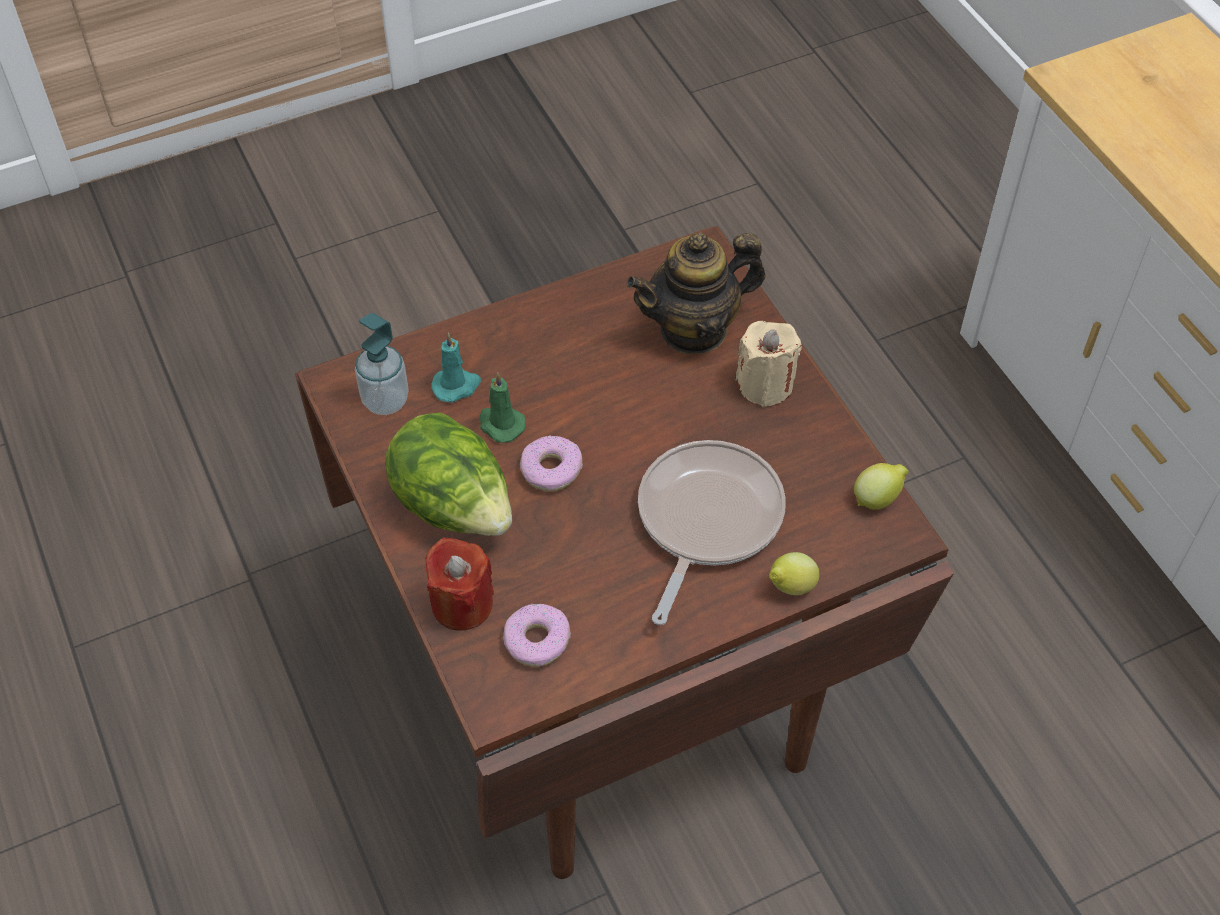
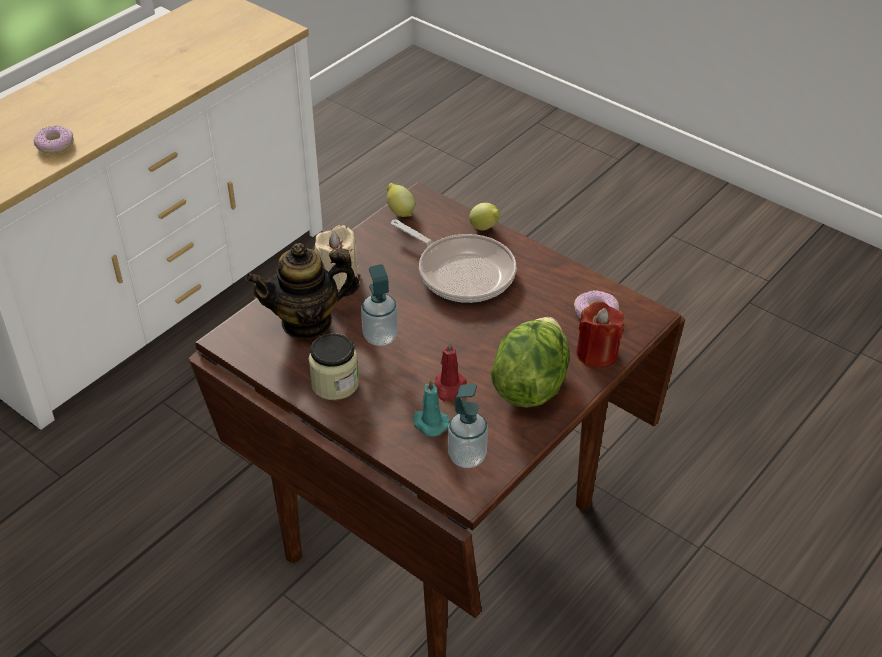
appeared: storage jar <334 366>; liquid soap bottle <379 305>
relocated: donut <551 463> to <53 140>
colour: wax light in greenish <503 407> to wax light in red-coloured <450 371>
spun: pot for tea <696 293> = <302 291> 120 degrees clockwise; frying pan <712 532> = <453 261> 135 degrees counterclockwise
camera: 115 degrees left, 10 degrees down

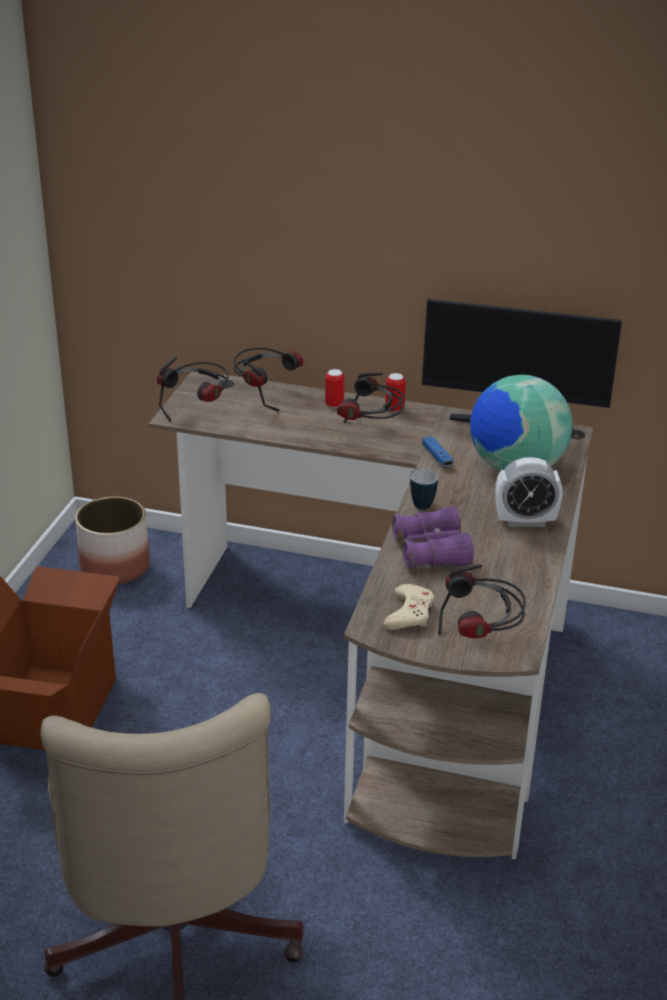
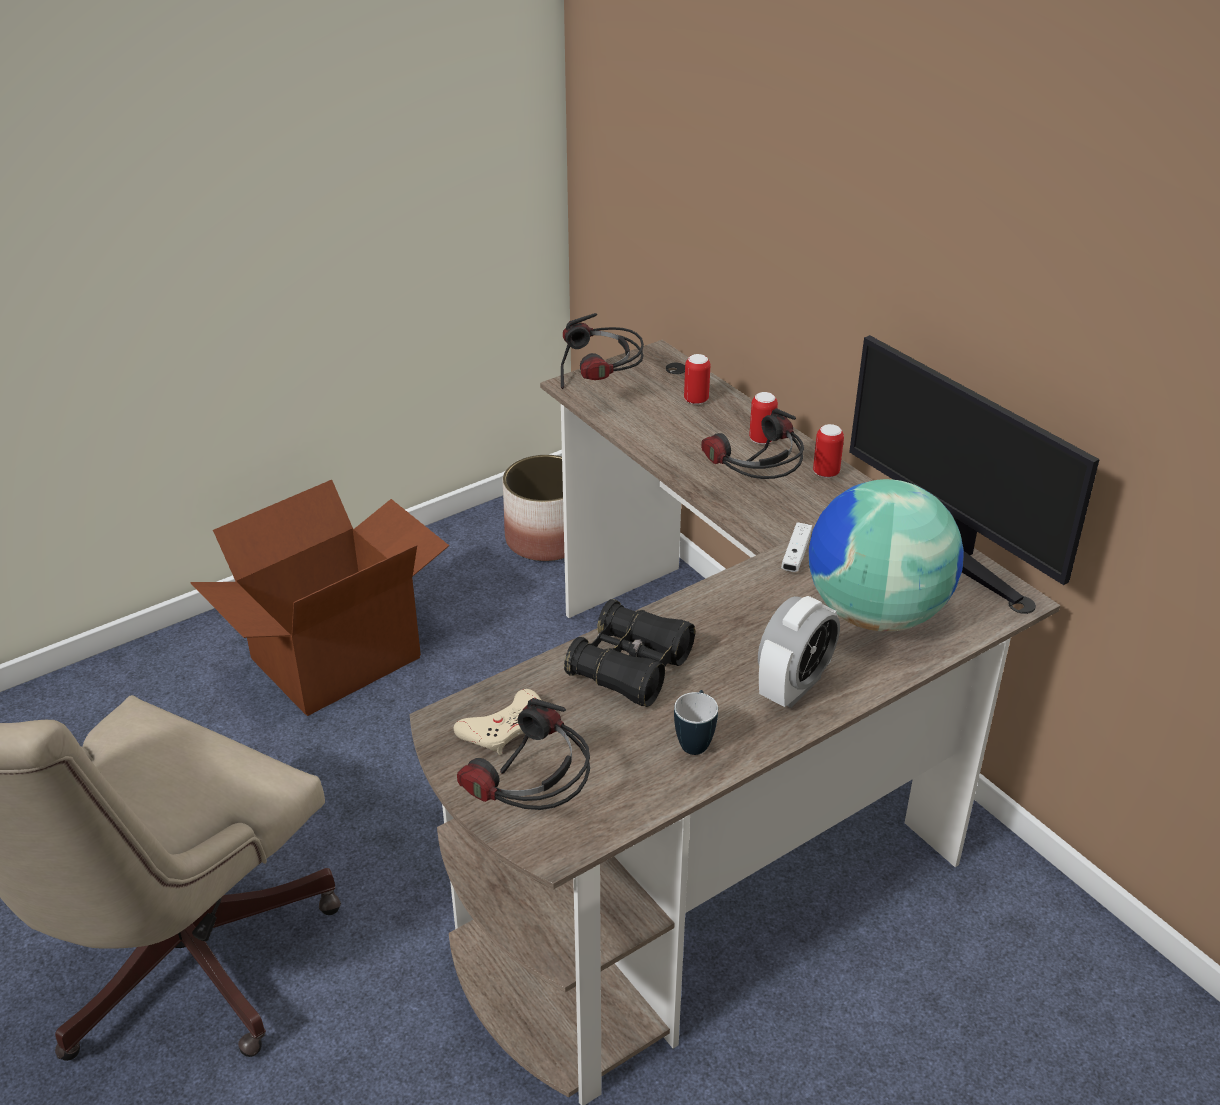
relocated: tea mug <424 490> to <696 722>
exchanged: pair of headphones <268 379> to metal can <697 379>
colour: field glasses in purple-coloured <433 538> to field glasses in blackish <629 653>; game controller in blue <438 451> to game controller in whitish <796 547>
spun: bedside clock <529 492> = <799 652> 90 degrees counterclockwise
camera: 40 degrees right, 5 degrees up

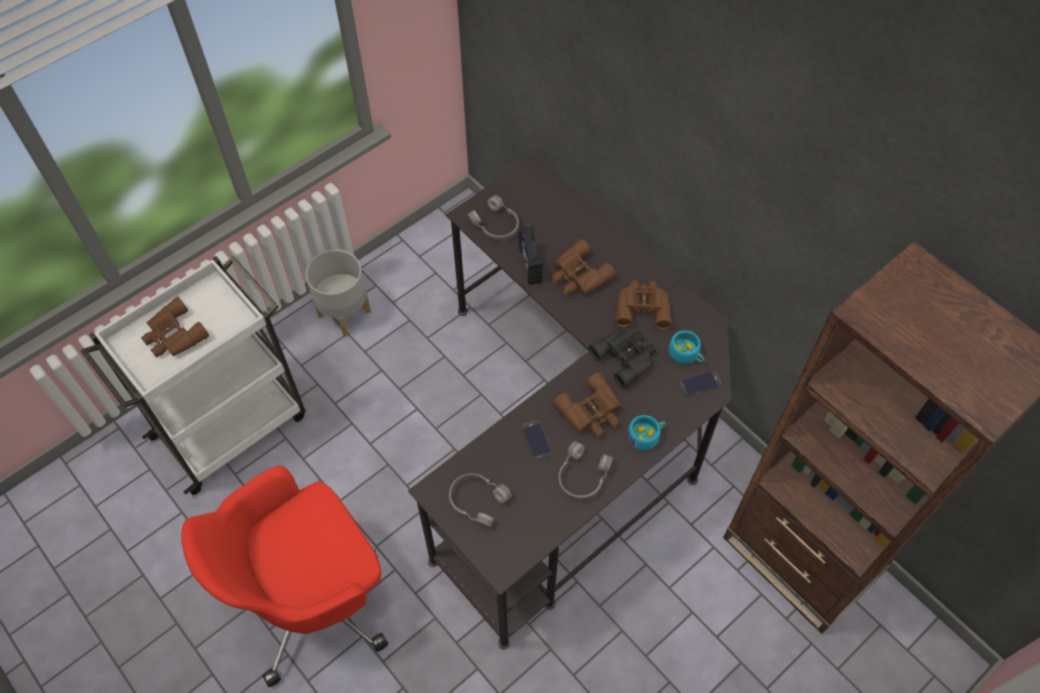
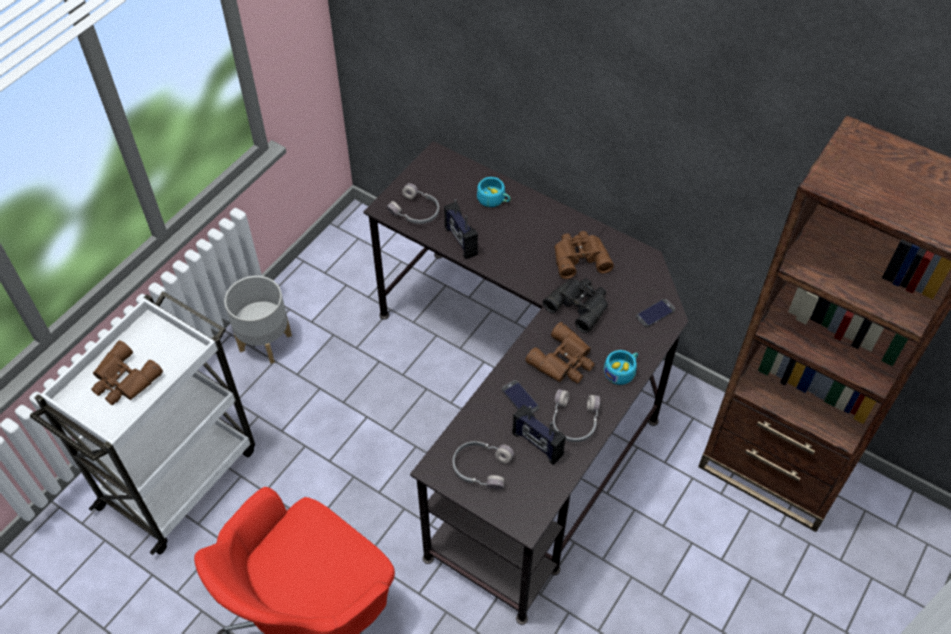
missing: field glasses in brown <583 267>
appeared: radio set <539 435>
relocated: cup in blue-green <686 347> to <494 192>
camera: 15 degrees left, 5 degrees down

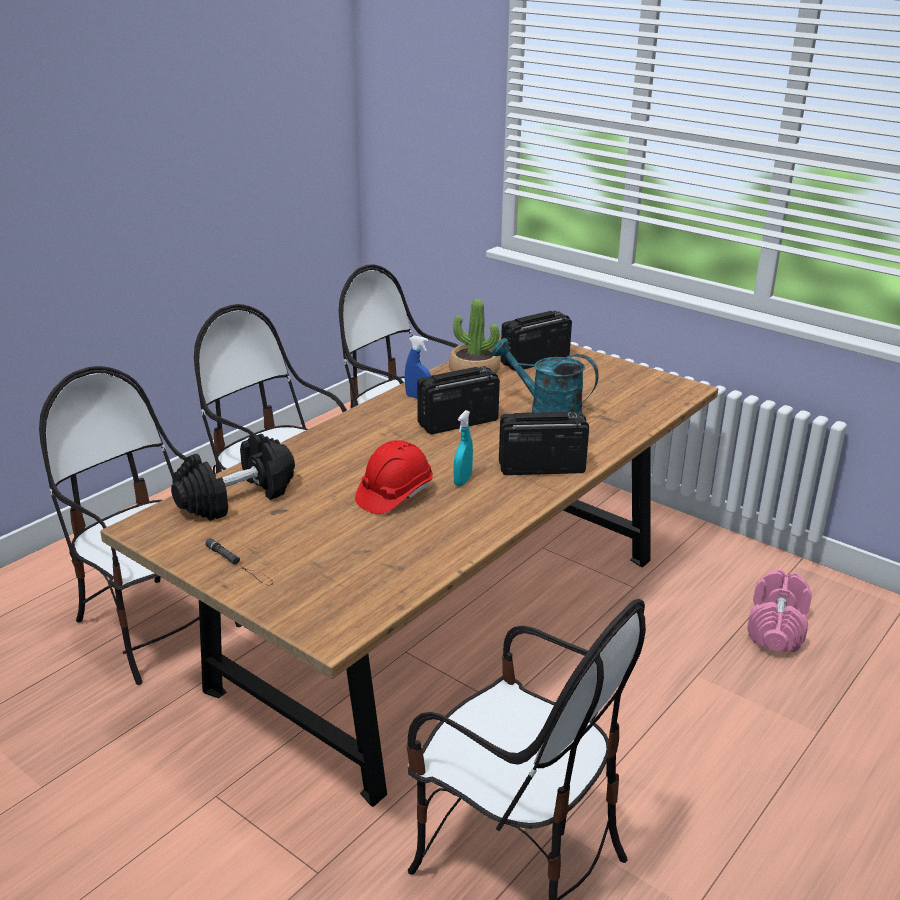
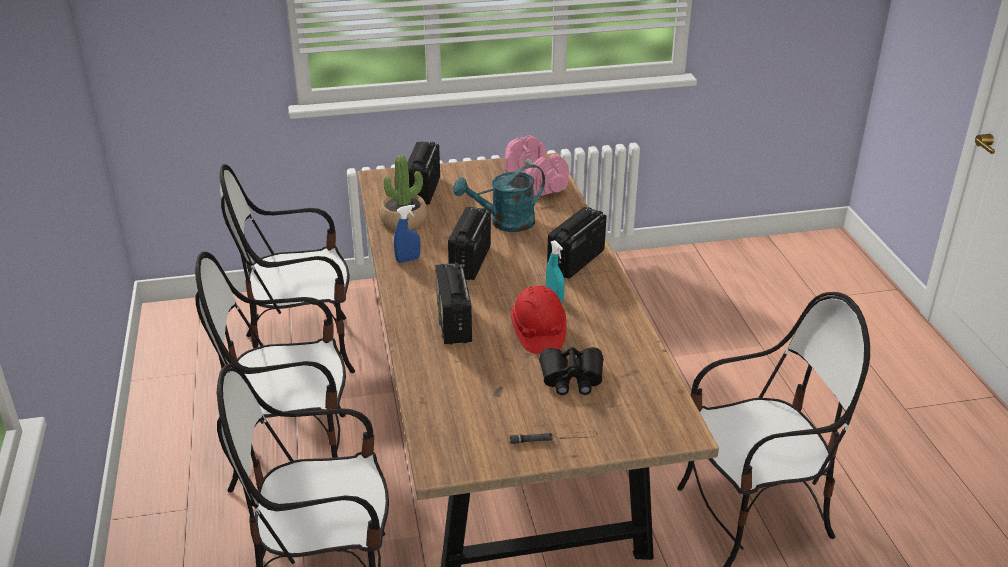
missing: dumbbell in blackish <233 477>
appeared: radio set <454 303>; field glasses in blackish <571 371>
relocated: dumbbell in pink <779 611> to <537 165>
camera: 50 degrees left, 5 degrees up

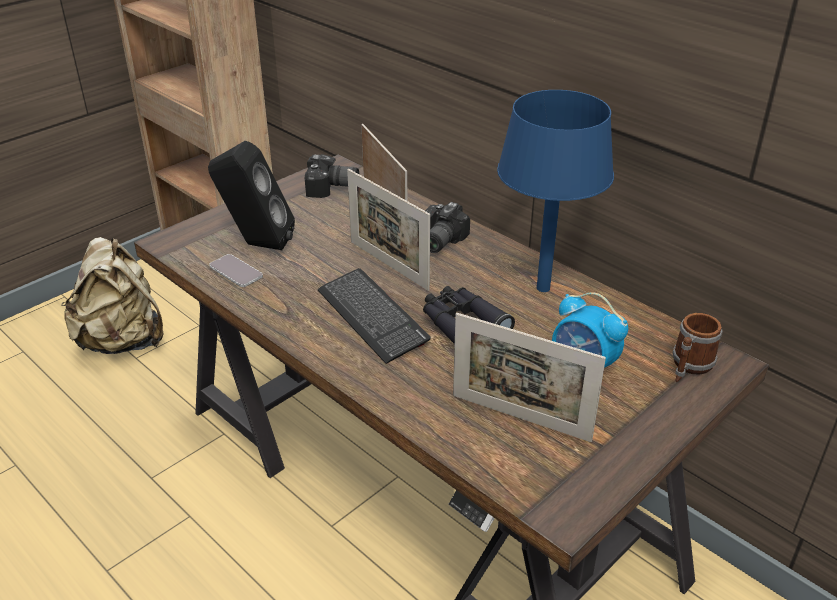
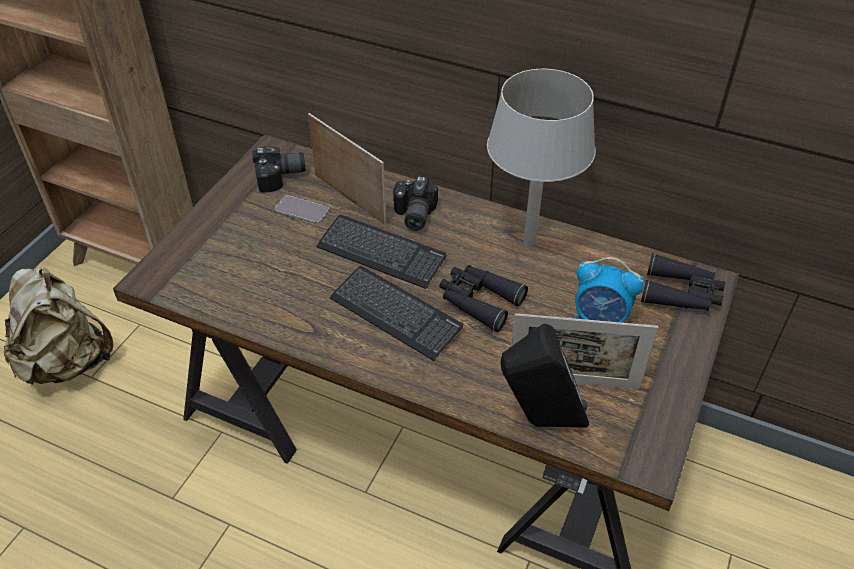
relocated: speaker in blackish <251 195> to <545 376>; phone <236 270> to <302 209>
exchanged: photo frame <388 230> to PC keyboard <381 252>; tea mug <698 347> to field glasses in blackish <683 282>
colour: tabletop lamp in blue <555 191> to tabletop lamp in greyish <541 158>
camera: 20 degrees left, 10 degrees up

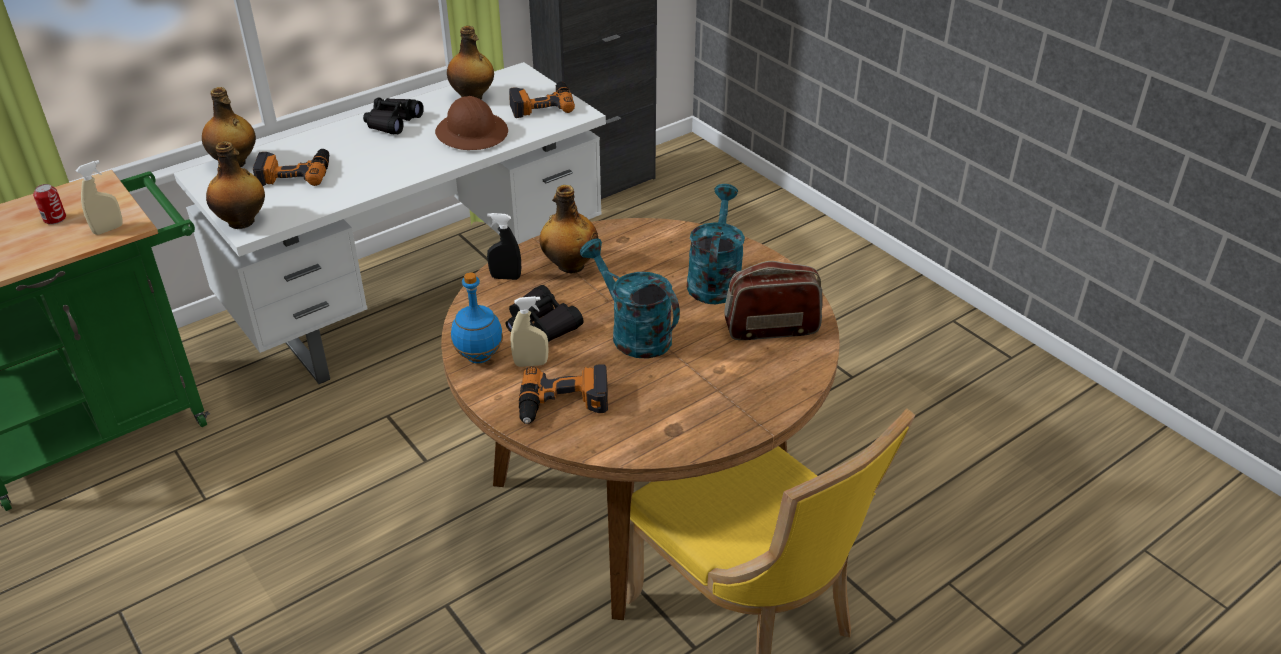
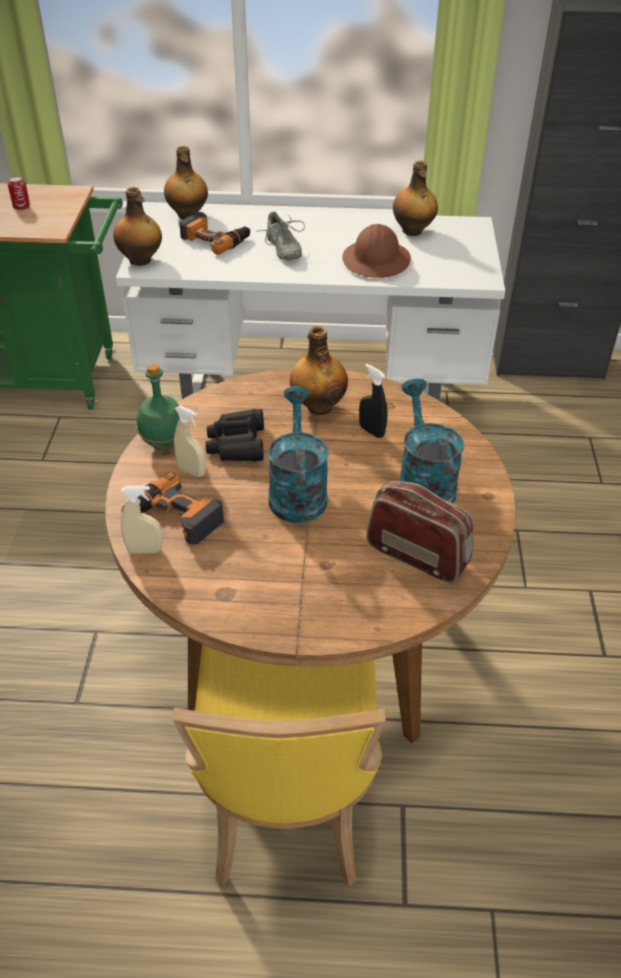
missing: field glasses in blackish <393 116>; drill <542 99>
appeared: low shoe in greyish <281 235>
relocated: spray bottle in sand-coloured <99 197> to <142 519>; spray bottle in blackish <504 246> to <373 401>
colour: drink bottle in blue <477 317> to drink bottle in greenish <158 407>
spun: watering can in blue-green <716 244> = <431 441> 60 degrees counterclockwise
camera: 40 degrees right, 5 degrees up

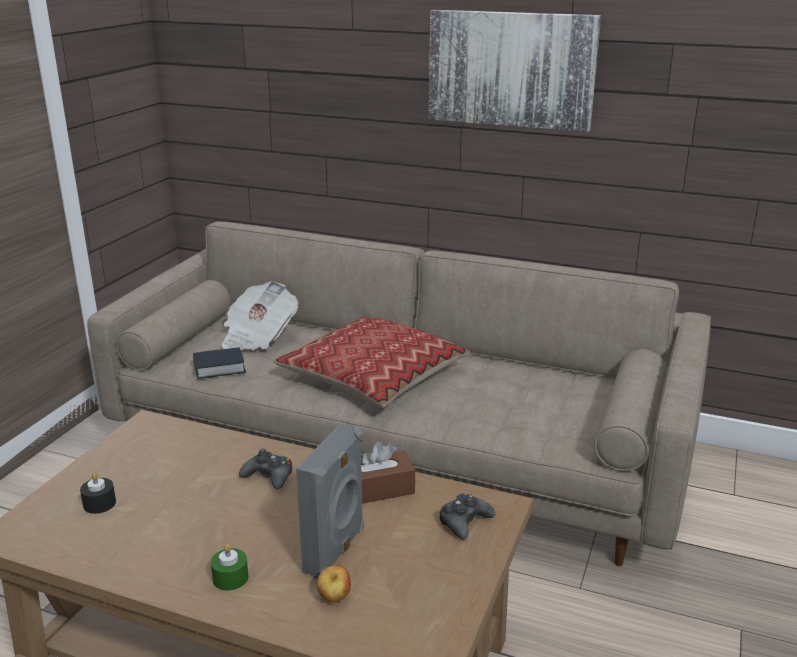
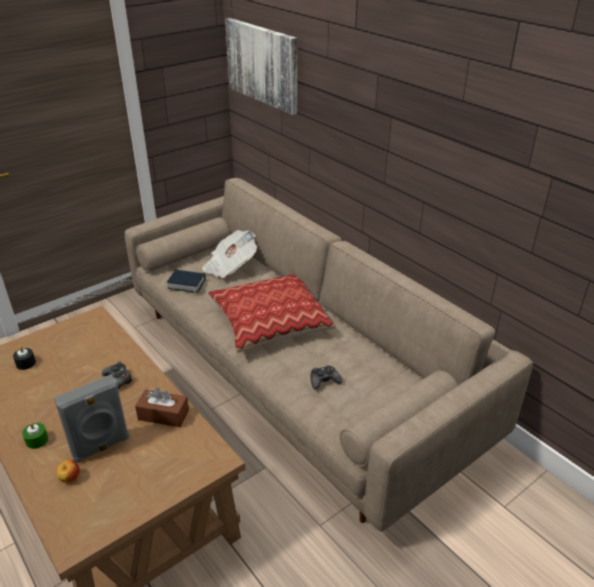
relocated: wall picture <515 71> to <261 66>; game controller in blackish <467 516> to <326 377>
camera: 30 degrees right, 10 degrees up

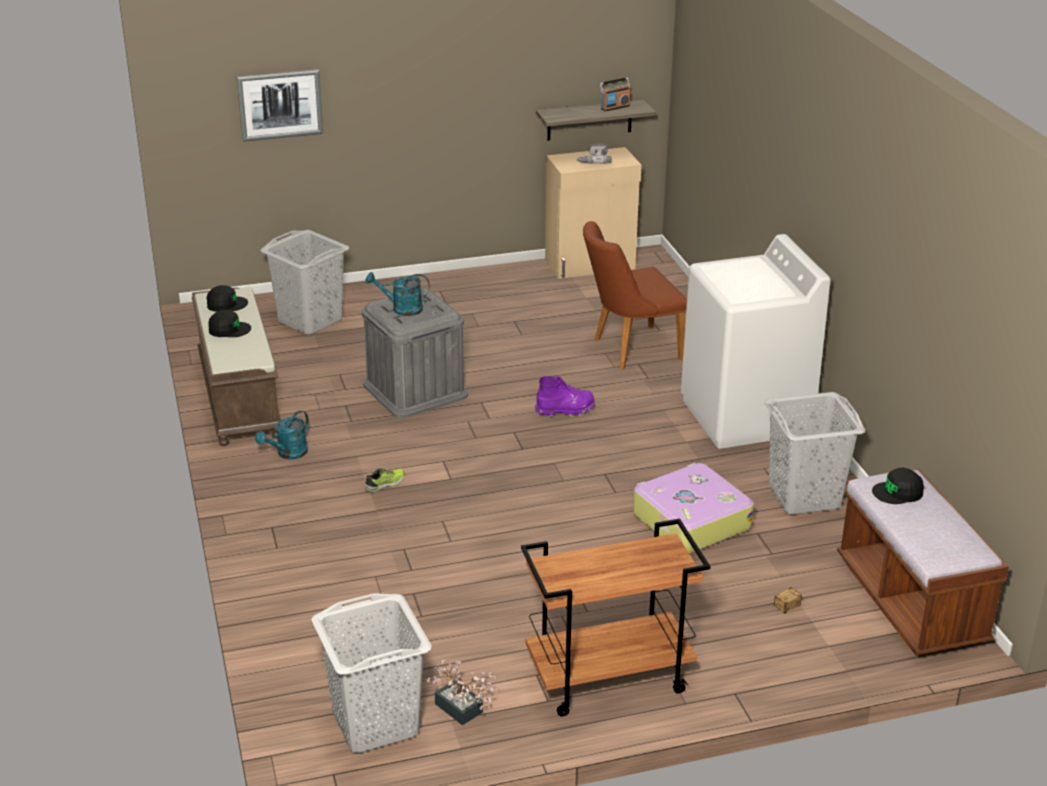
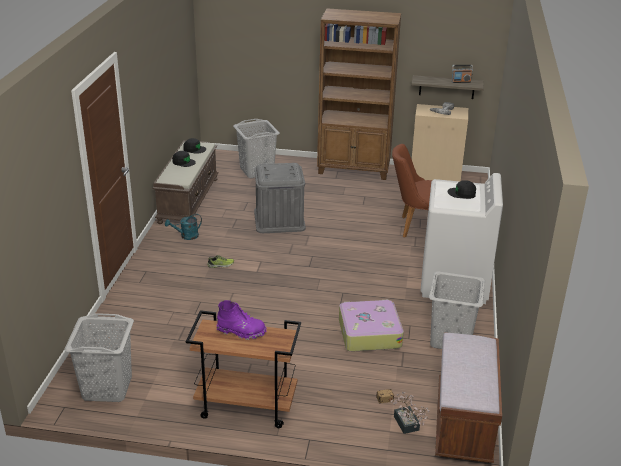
missing: wall picture <280 105>; watering can in blue-green <397 294>
appeared: bookshelf in brown <359 94>
relocated: potted plant <461 692> to <410 413>; tall boot in purple-coloured <565 396> to <241 320>; cap in blackish <898 486> to <462 189>
camera: 25 degrees right, 0 degrees up

